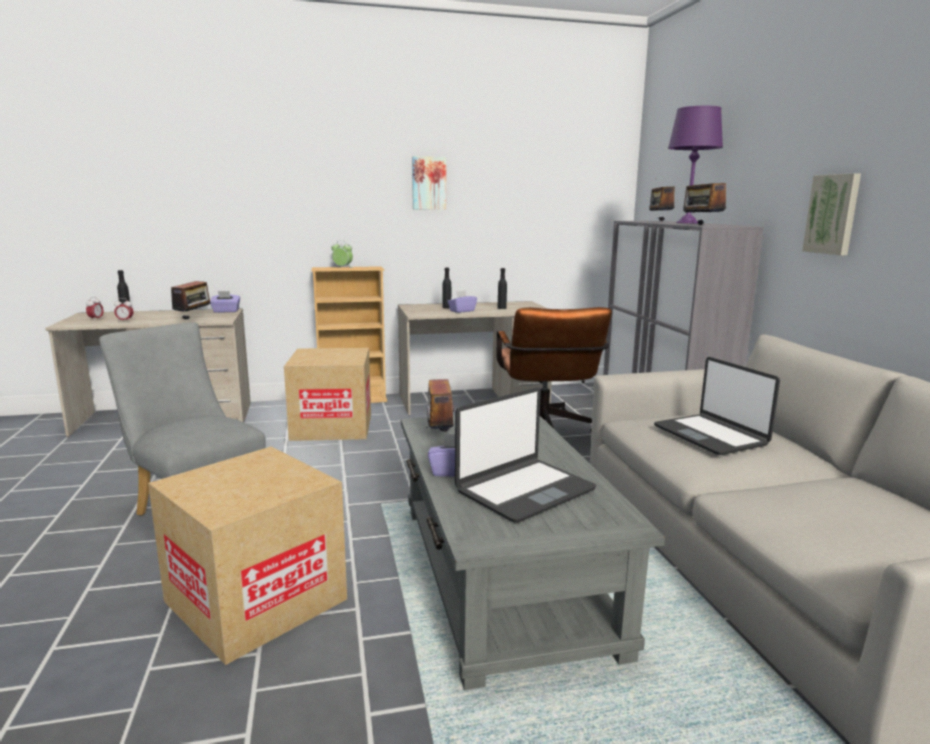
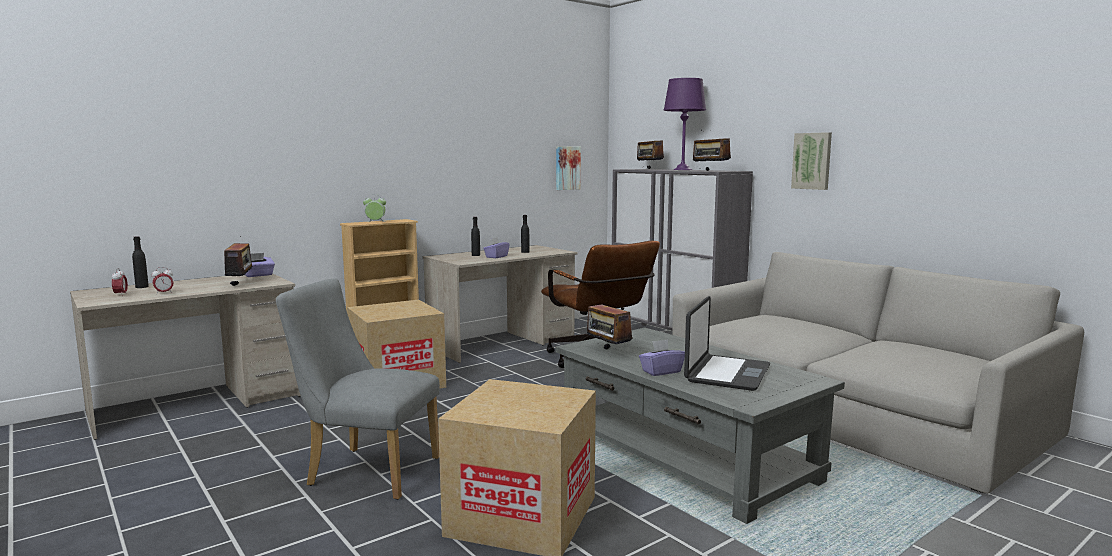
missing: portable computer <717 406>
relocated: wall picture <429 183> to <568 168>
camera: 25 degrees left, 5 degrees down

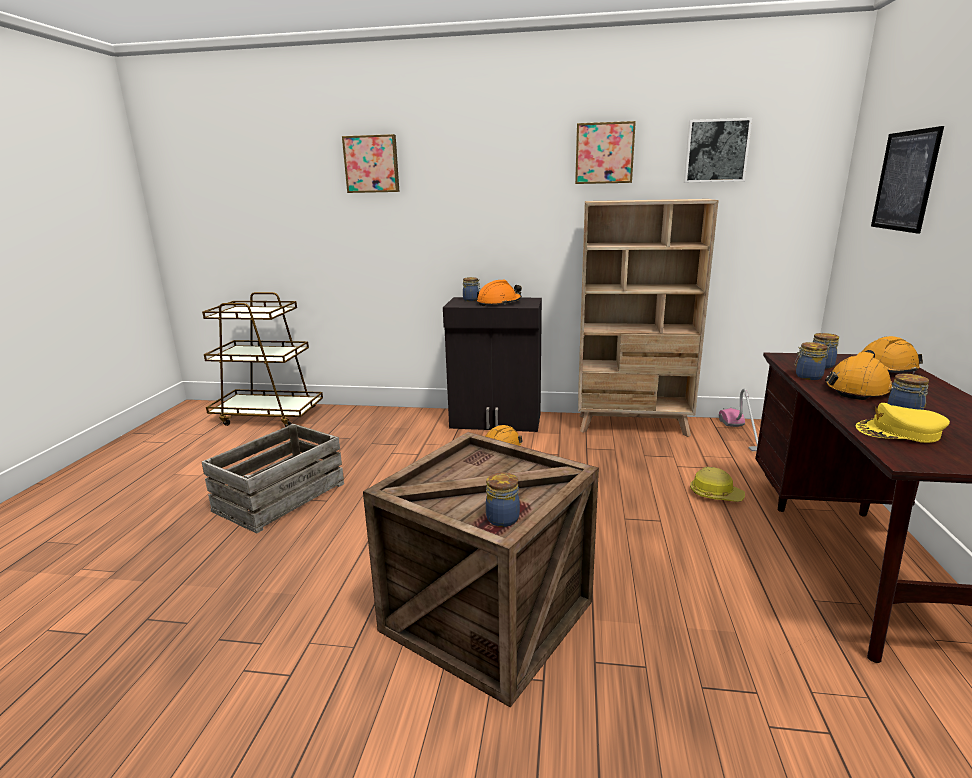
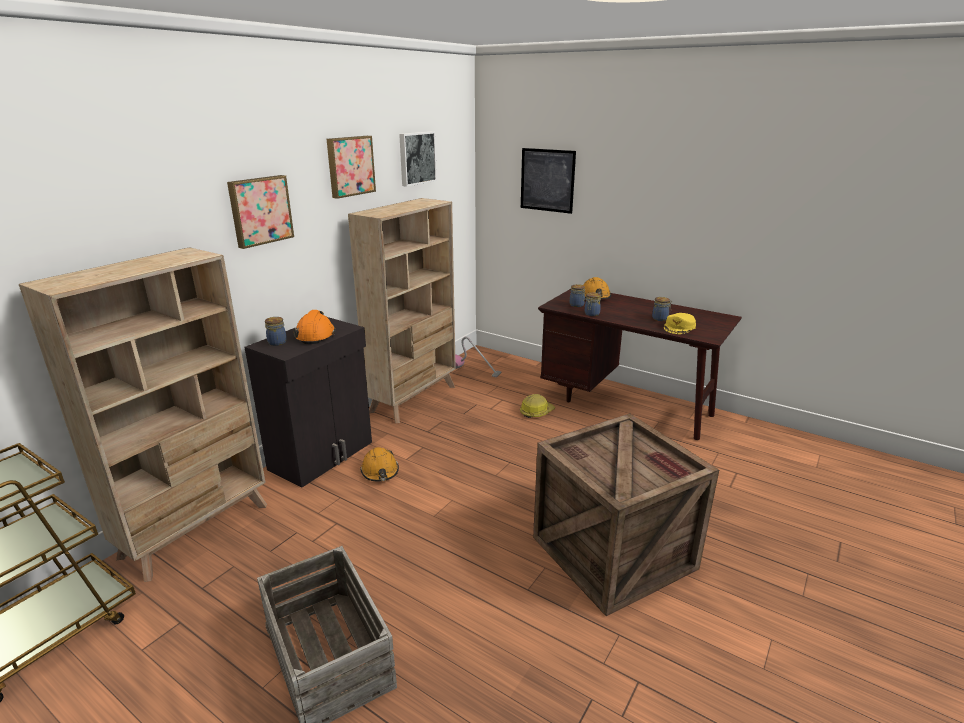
missing: storage jar <503 499>; work helmet in orange-coloured <859 376>
appeared: bookshelf in sand-coloured <143 414>
relocated: wall picture <370 163> to <260 212>
camera: 65 degrees left, 5 degrees up

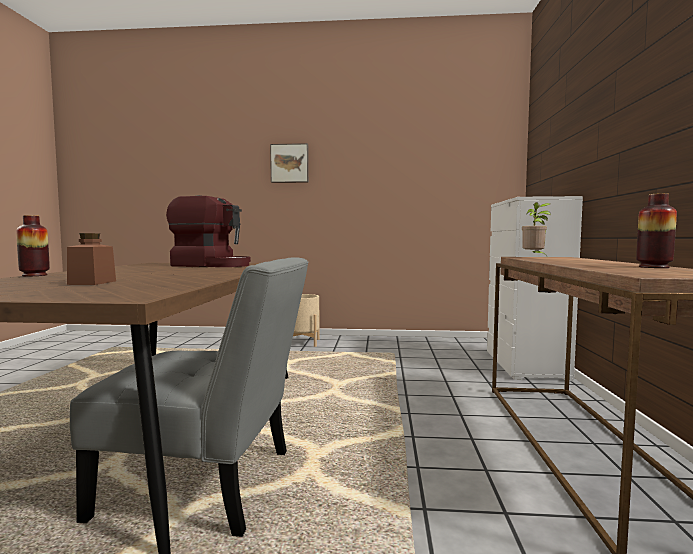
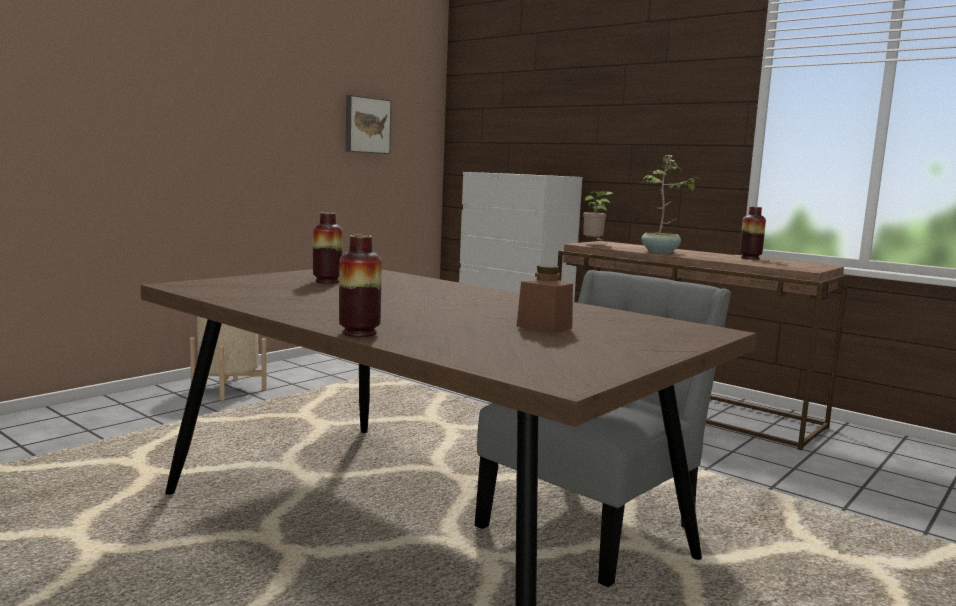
appeared: potted plant <671 204>
relocated: wall picture <289 163> to <369 124>
exchanged: coffee maker <208 231> to decorative vase <328 247>
camera: 55 degrees left, 5 degrees up

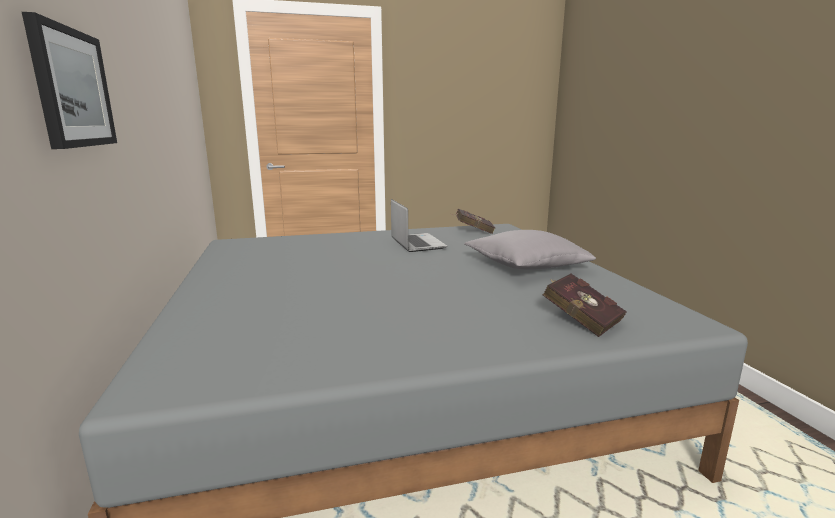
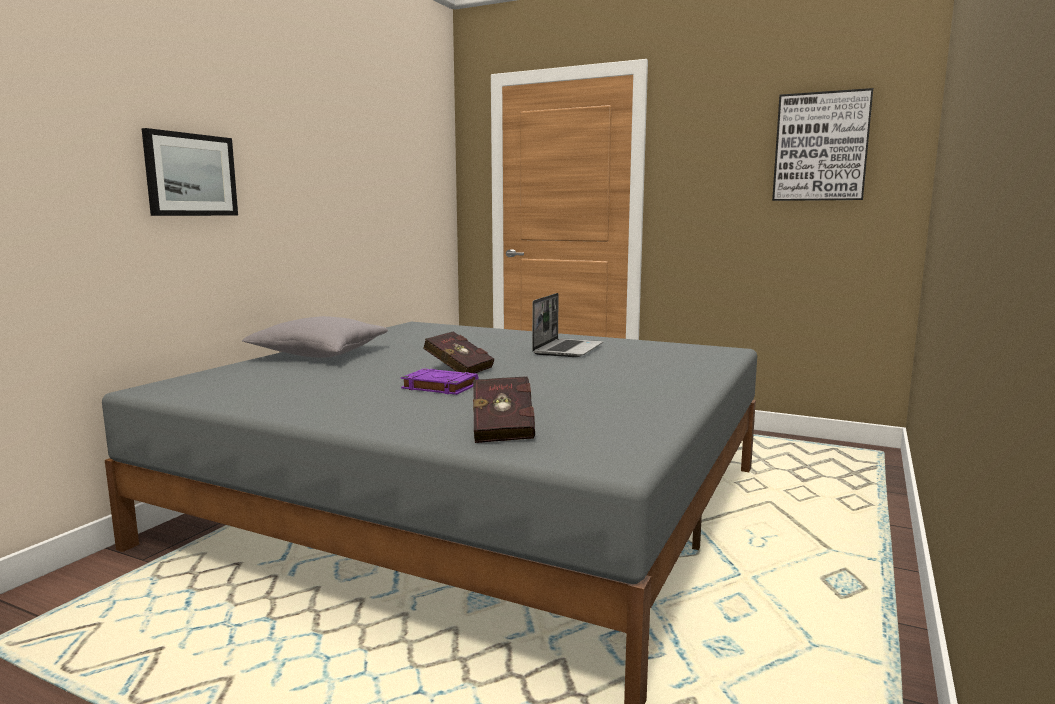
appeared: bound book in purple-coloured <440 382>; wall picture <822 144>
relocated: bound book in red-coloured <473 221> to <458 352>; throw pillow in greyish <530 250> to <315 337>
camera: 40 degrees right, 5 degrees down

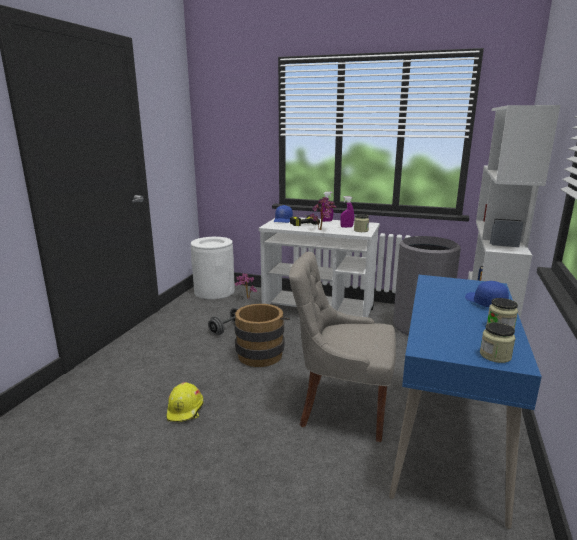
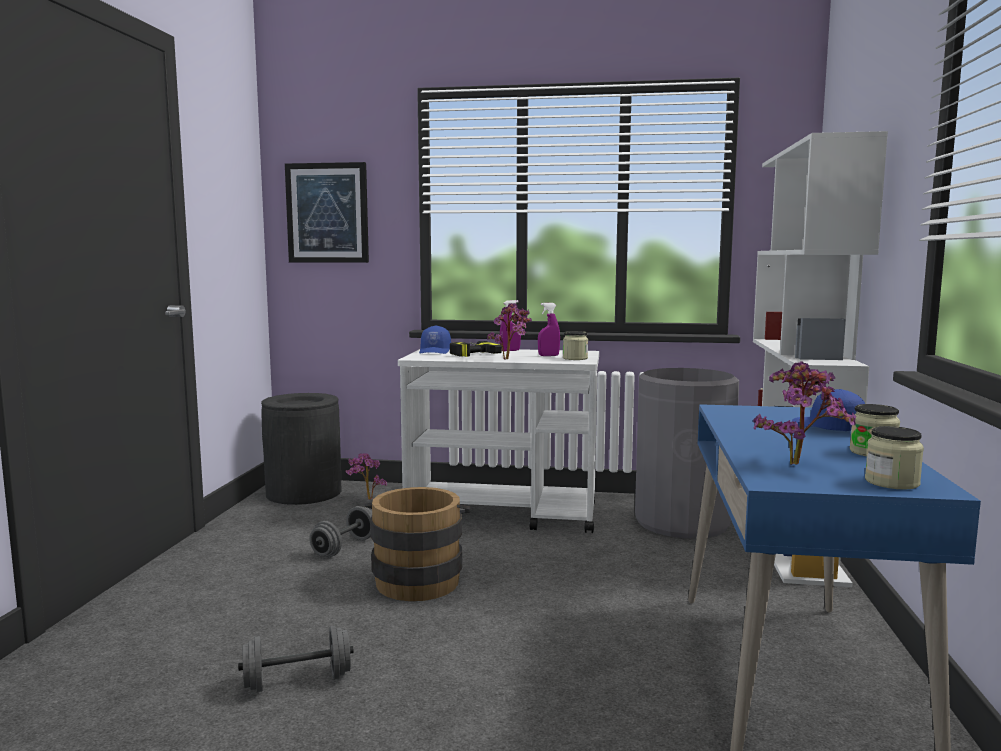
missing: upright chair in greyish <342 347>
appeared: wall picture <327 212>; potted plant <805 413>
exchanged: work helmet in yellowish <185 402> to dumbbell in greyish <296 659>
colour: waste bin in whitish <213 268> to waste bin in blackish <301 449>
camera: 10 degrees left, 10 degrees down

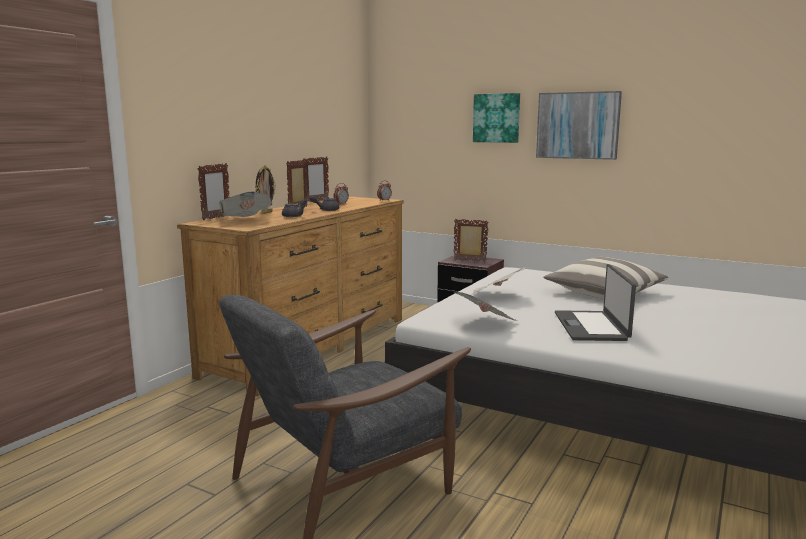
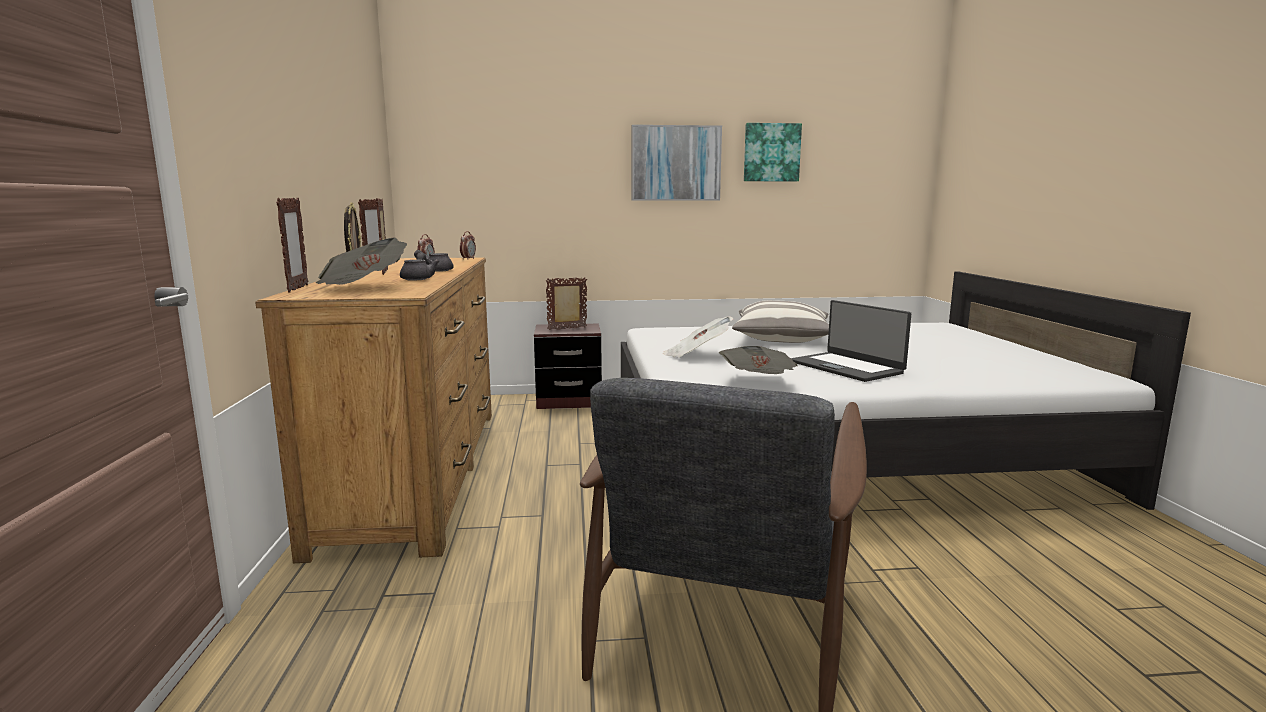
relocated: wall picture <496 118> to <773 152>
camera: 35 degrees left, 0 degrees up

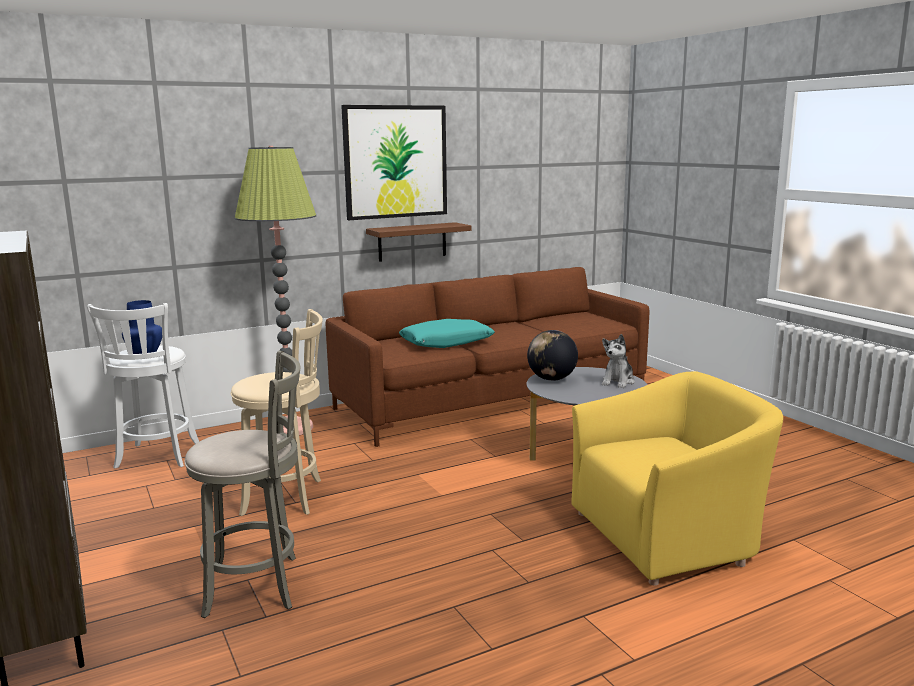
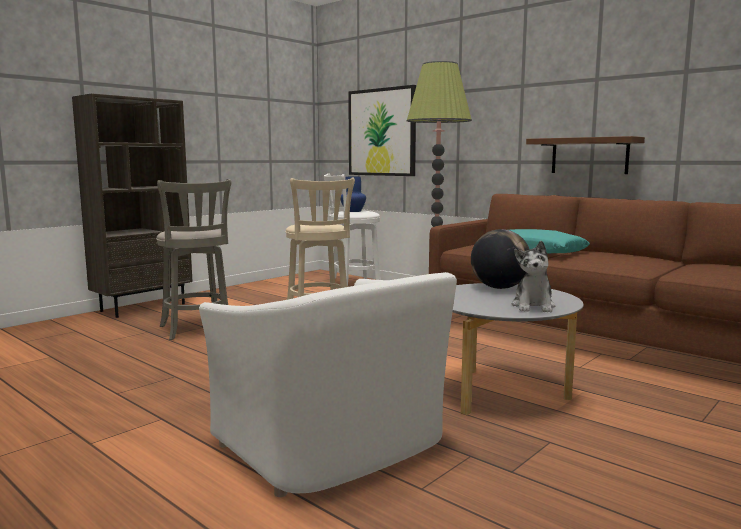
relocated: wall picture <394 162> to <382 130>
colour: lounge chair in yellowish <677 478> to lounge chair in whitish <328 384>
spun: cuddly toy <618 361> = <533 276> 90 degrees counterclockwise
camera: 70 degrees right, 5 degrees down

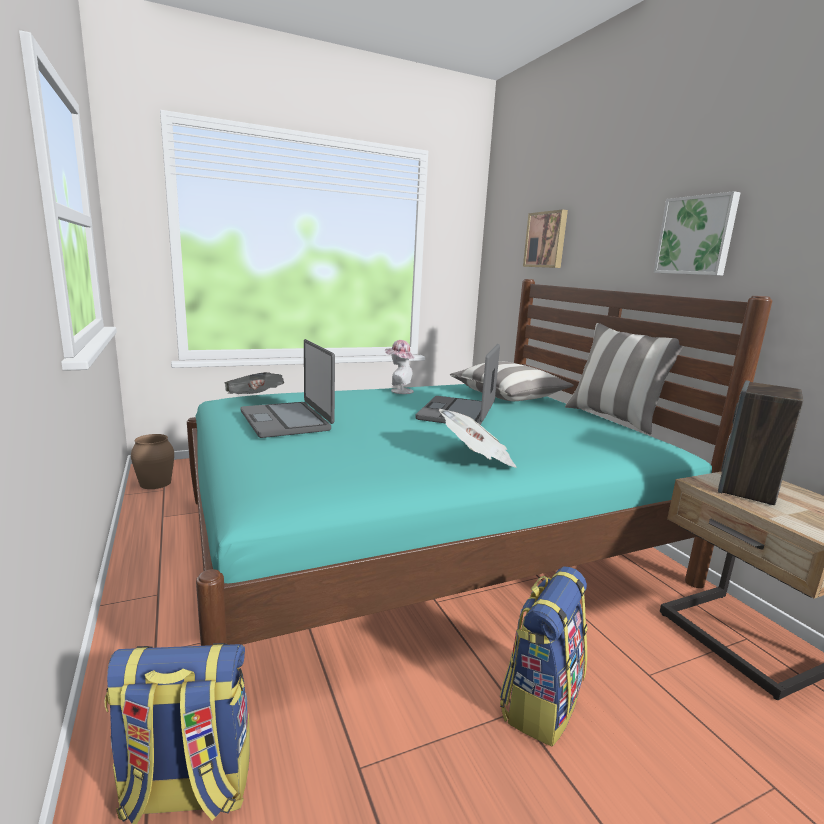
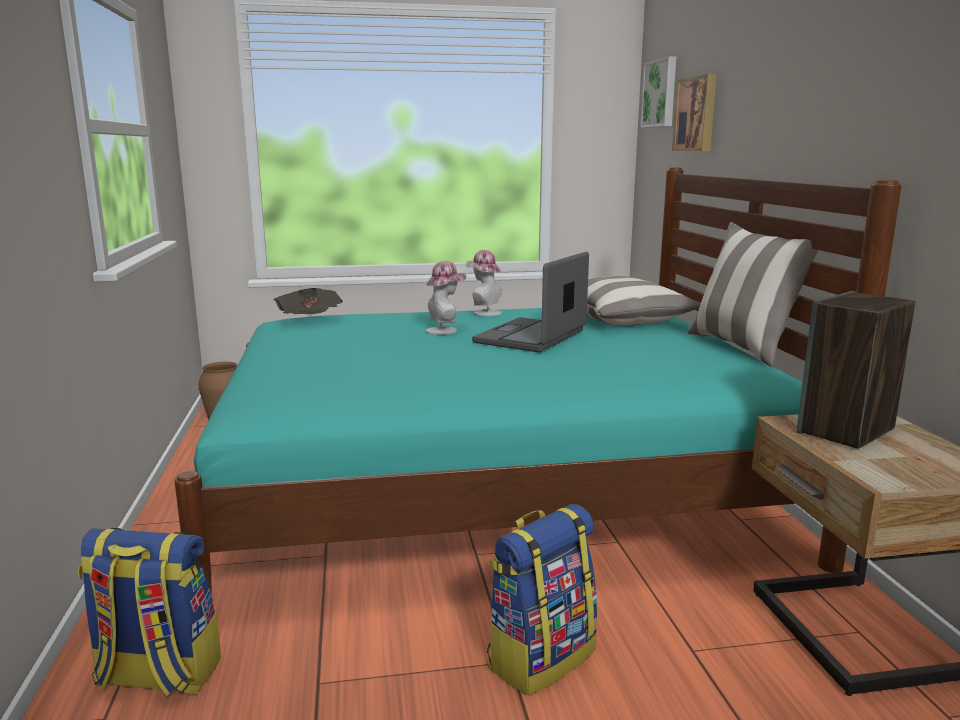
missing: portable computer <287 388>; printed paper <477 438>
appeared: hat <446 298>
relocated: wall picture <697 233> to <658 92>
camera: 15 degrees right, 0 degrees up

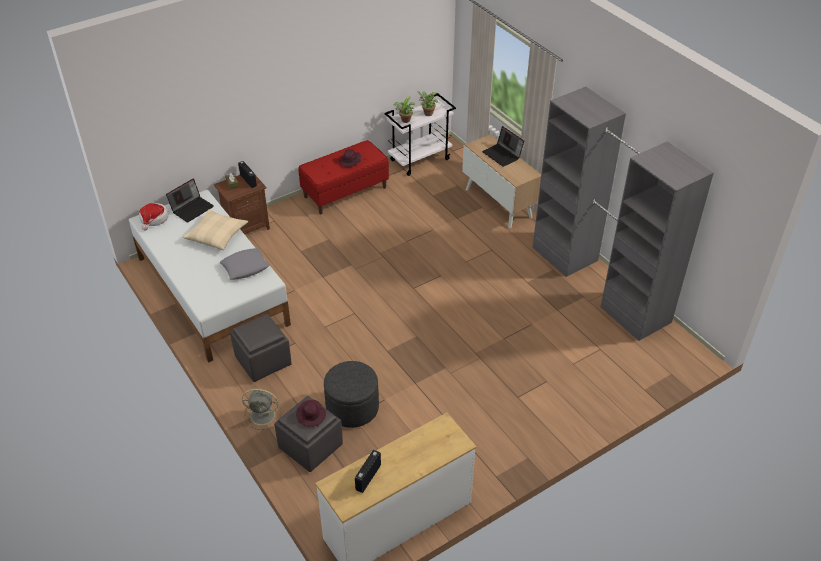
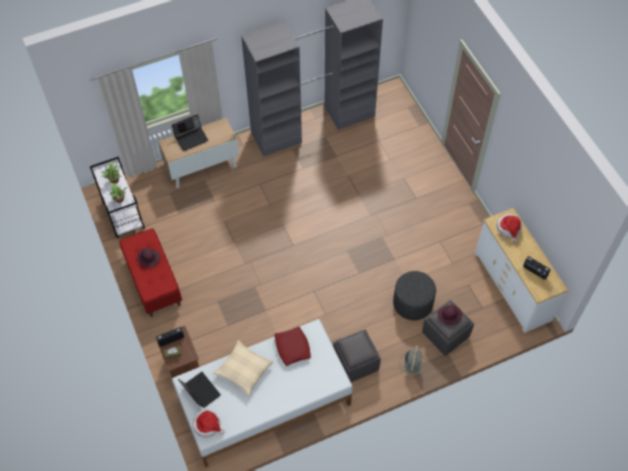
appeared: hat <509 228>
colour: throw pillow in greyish <245 263> to throw pillow in red-coloured <293 346>
camera: 80 degrees left, 15 degrees up

